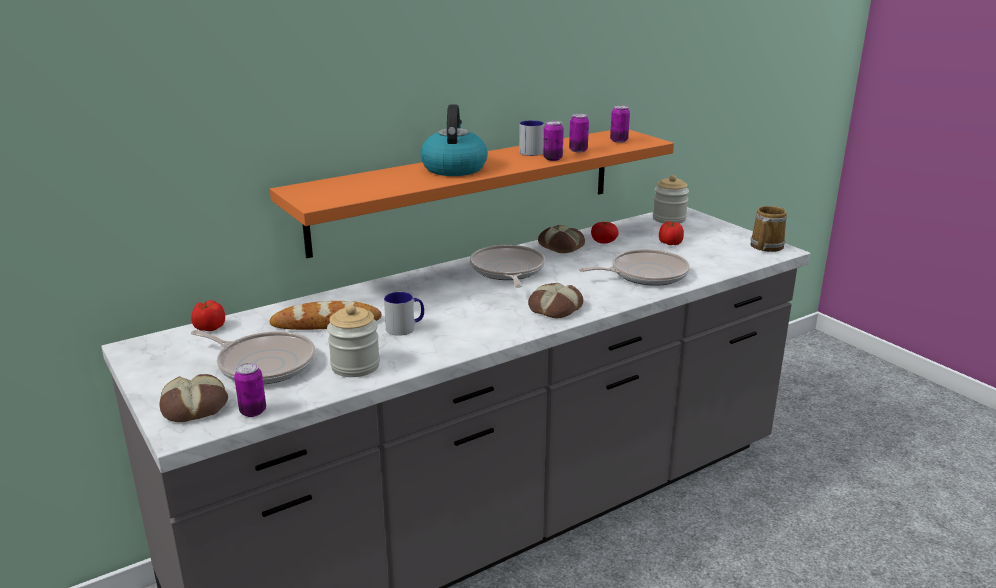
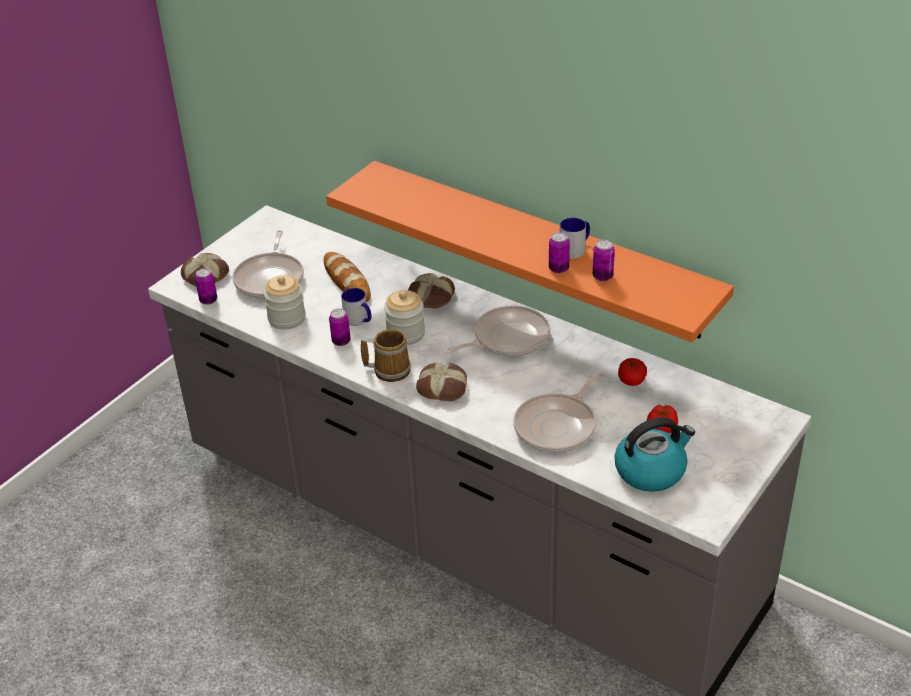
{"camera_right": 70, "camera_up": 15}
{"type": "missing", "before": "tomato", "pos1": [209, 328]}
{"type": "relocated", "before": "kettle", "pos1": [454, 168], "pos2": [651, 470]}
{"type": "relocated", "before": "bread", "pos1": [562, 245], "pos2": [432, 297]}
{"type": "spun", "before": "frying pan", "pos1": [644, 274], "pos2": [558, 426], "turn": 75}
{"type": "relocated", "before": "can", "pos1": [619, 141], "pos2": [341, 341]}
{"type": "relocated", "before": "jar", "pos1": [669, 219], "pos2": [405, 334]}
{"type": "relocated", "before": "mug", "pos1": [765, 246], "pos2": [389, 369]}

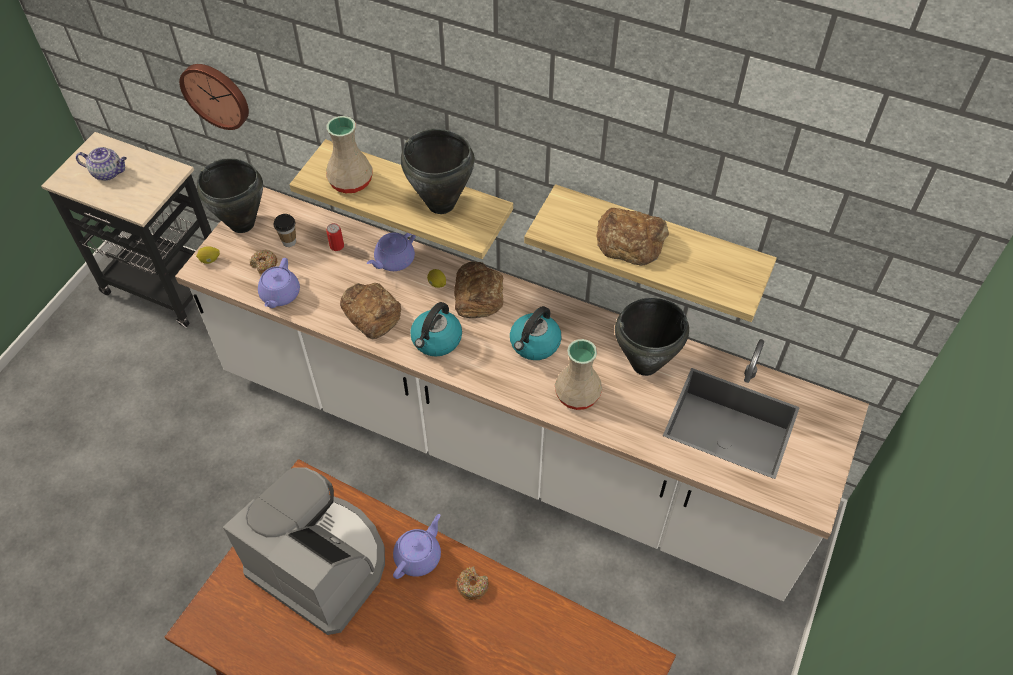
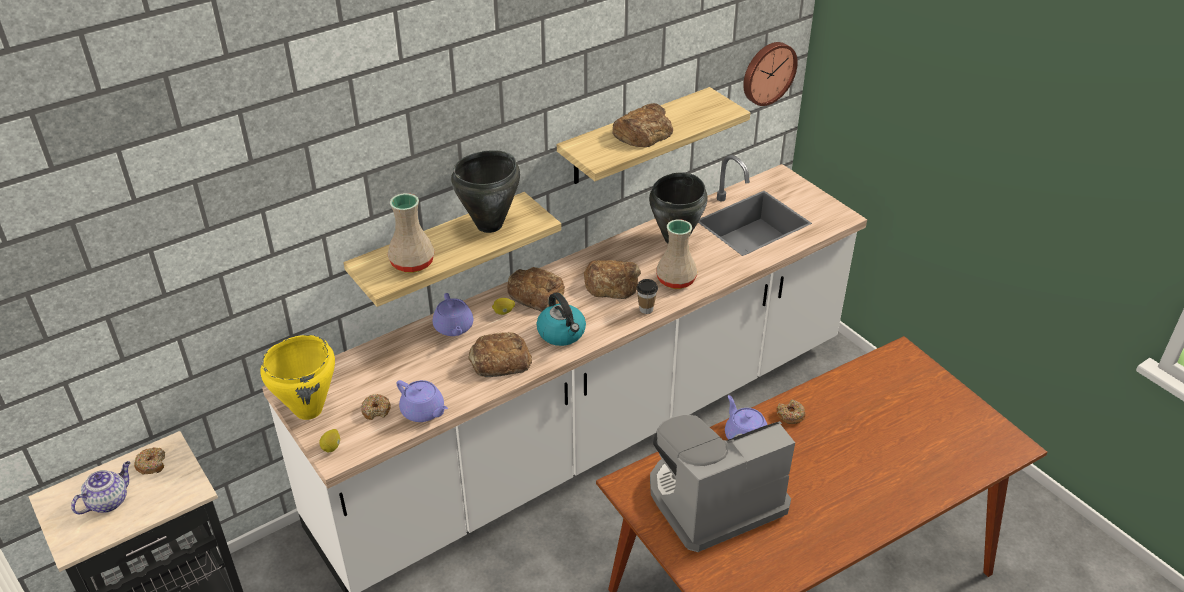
{"camera_right": -60, "camera_up": -15}
{"type": "relocated", "before": "wall clock", "pos1": [216, 94], "pos2": [767, 72]}
{"type": "colour", "before": "cooking pot in black", "after": "cooking pot in yellow", "pos1": [242, 224], "pos2": [309, 410]}
{"type": "relocated", "before": "cup", "pos1": [289, 242], "pos2": [646, 309]}
{"type": "missing", "before": "can", "pos1": [337, 246]}
{"type": "exchanged", "before": "kettle", "after": "bread", "pos1": [534, 344], "pos2": [611, 283]}
{"type": "appeared", "after": "donut", "pos2": [152, 464]}

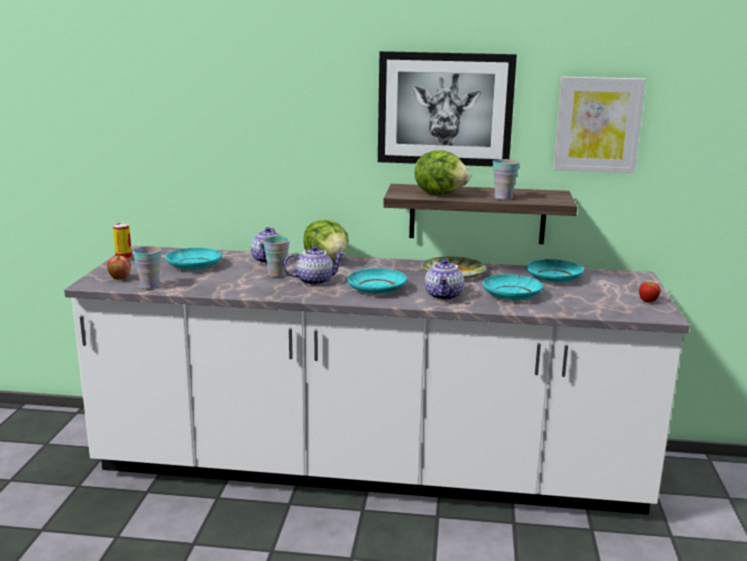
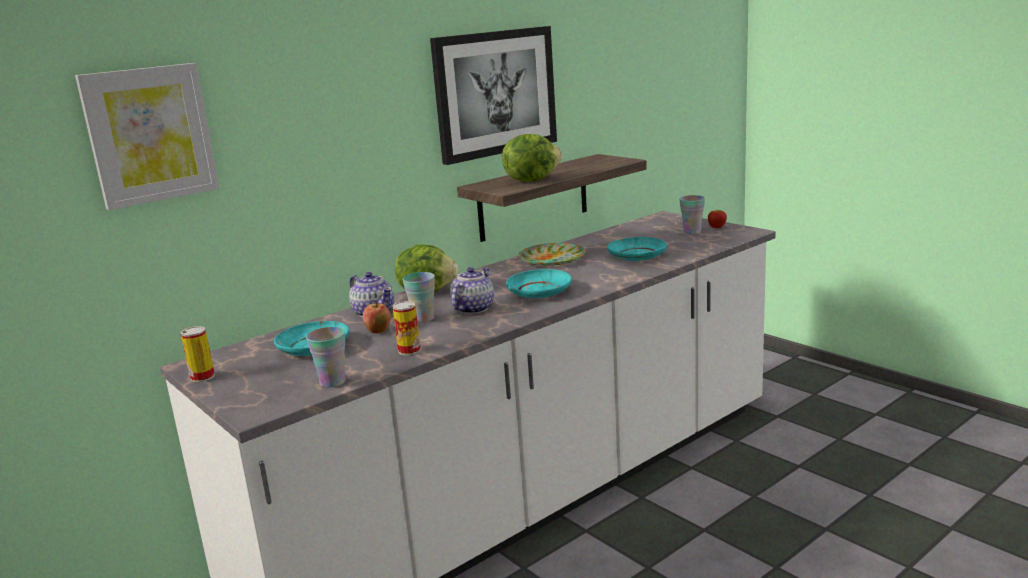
{"camera_right": -45, "camera_up": 0}
{"type": "relocated", "before": "apple", "pos1": [120, 278], "pos2": [378, 331]}
{"type": "missing", "before": "teapot", "pos1": [444, 296]}
{"type": "relocated", "before": "cup", "pos1": [503, 198], "pos2": [692, 232]}
{"type": "missing", "before": "plate in turquoise", "pos1": [553, 278]}
{"type": "relocated", "before": "picture", "pos1": [597, 124], "pos2": [150, 134]}
{"type": "appeared", "after": "can", "pos2": [409, 350]}

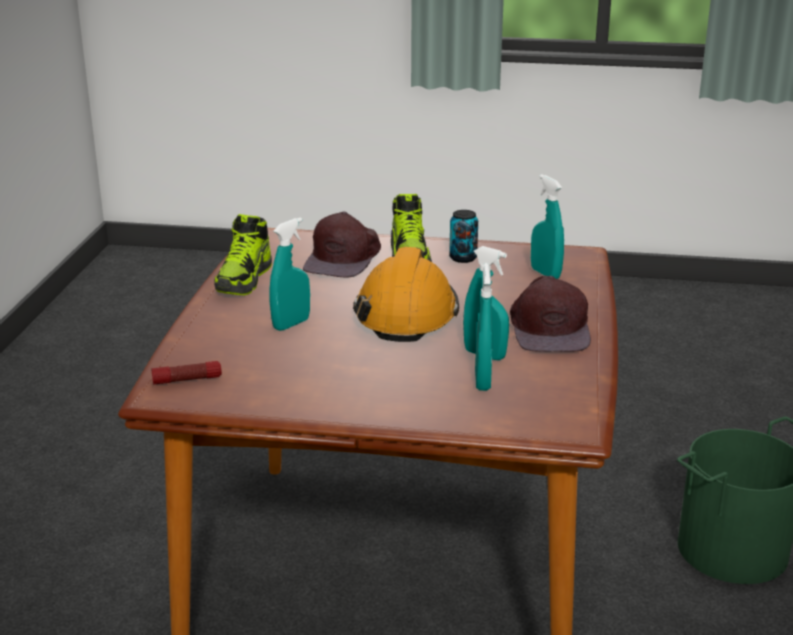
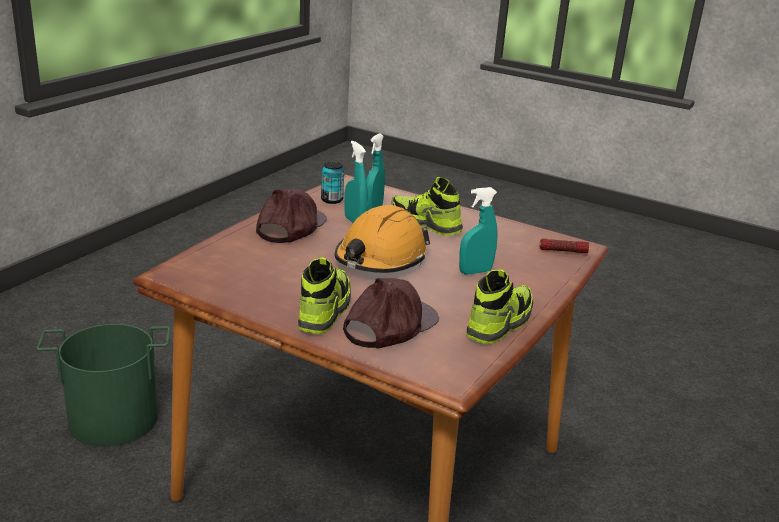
{"camera_right": -160, "camera_up": 0}
{"type": "relocated", "before": "can", "pos1": [463, 258], "pos2": [332, 200]}
{"type": "missing", "before": "spray bottle in turquoise", "pos1": [545, 273]}
{"type": "appeared", "after": "shoe", "pos2": [425, 223]}

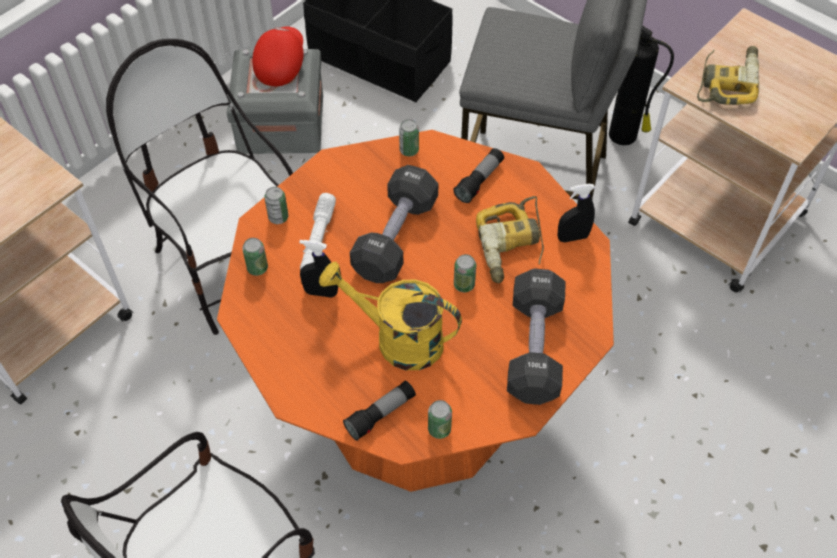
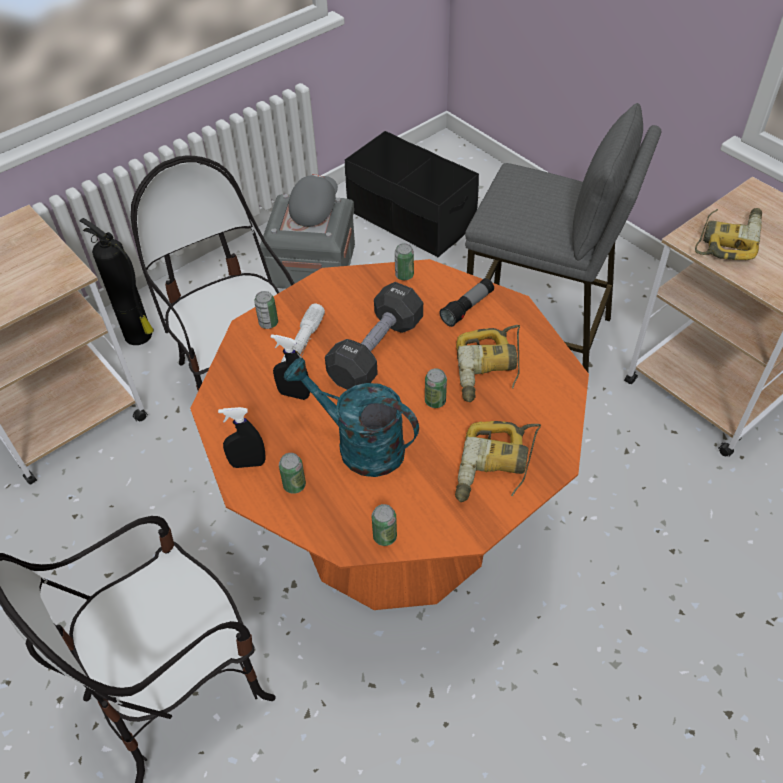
{"camera_right": 10, "camera_up": -5}
{"type": "relocated", "before": "can", "pos1": [257, 268], "pos2": [294, 485]}
{"type": "colour", "before": "cap in red", "after": "cap in grey", "pos1": [280, 64], "pos2": [314, 208]}
{"type": "colour", "before": "watering can in yellow", "after": "watering can in turquoise", "pos1": [397, 339], "pos2": [359, 445]}
{"type": "missing", "before": "flashlight", "pos1": [381, 414]}
{"type": "exchanged", "before": "dumbbell in black", "after": "power drill", "pos1": [534, 348], "pos2": [495, 468]}
{"type": "relocated", "before": "spray bottle in black", "pos1": [573, 237], "pos2": [248, 463]}
{"type": "relocated", "before": "fire extinguisher", "pos1": [624, 136], "pos2": [140, 336]}

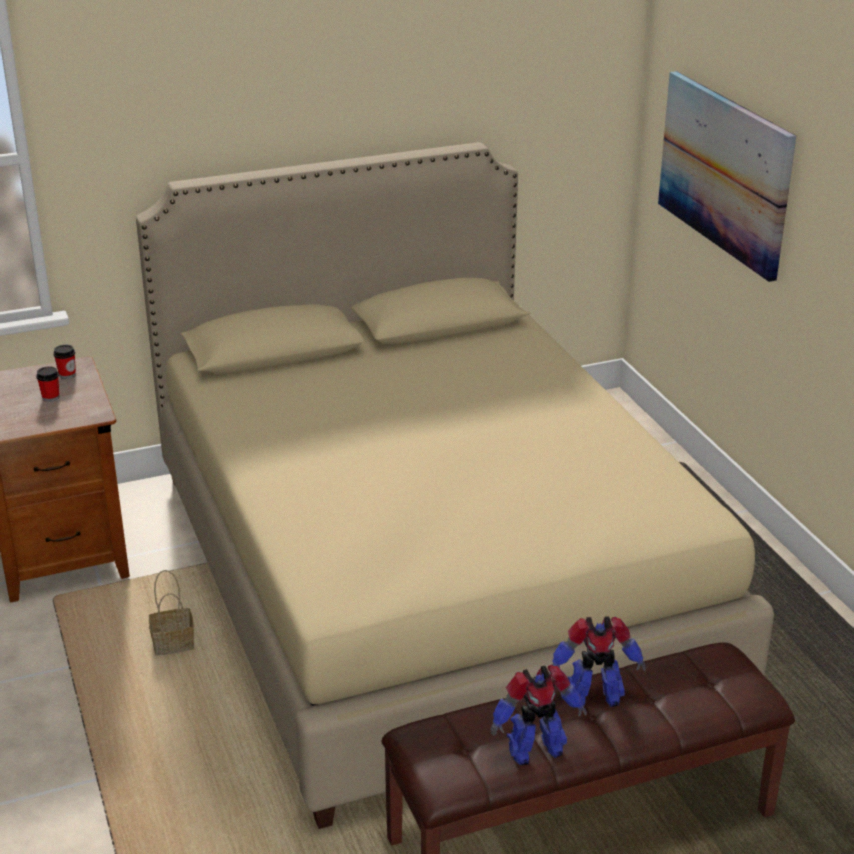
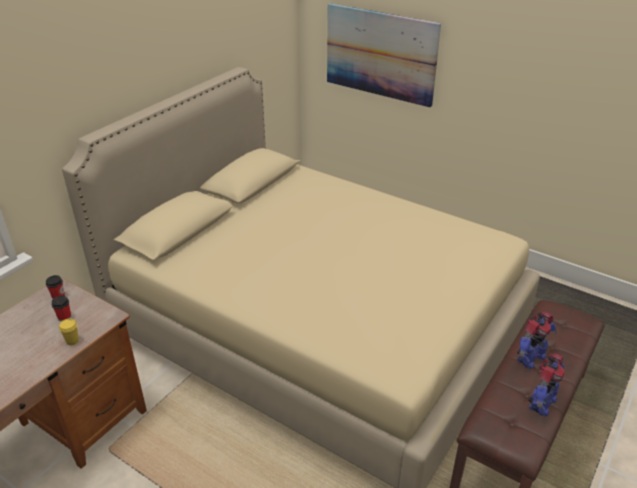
{"camera_right": -35, "camera_up": 5}
{"type": "missing", "before": "basket", "pos1": [175, 644]}
{"type": "appeared", "after": "cup in yellow", "pos2": [72, 341]}

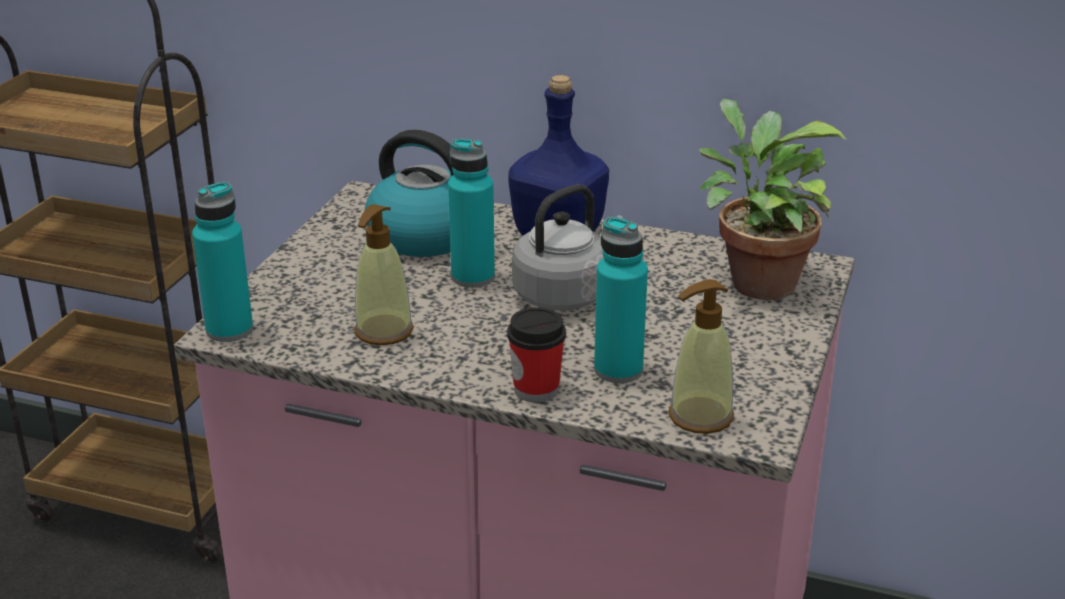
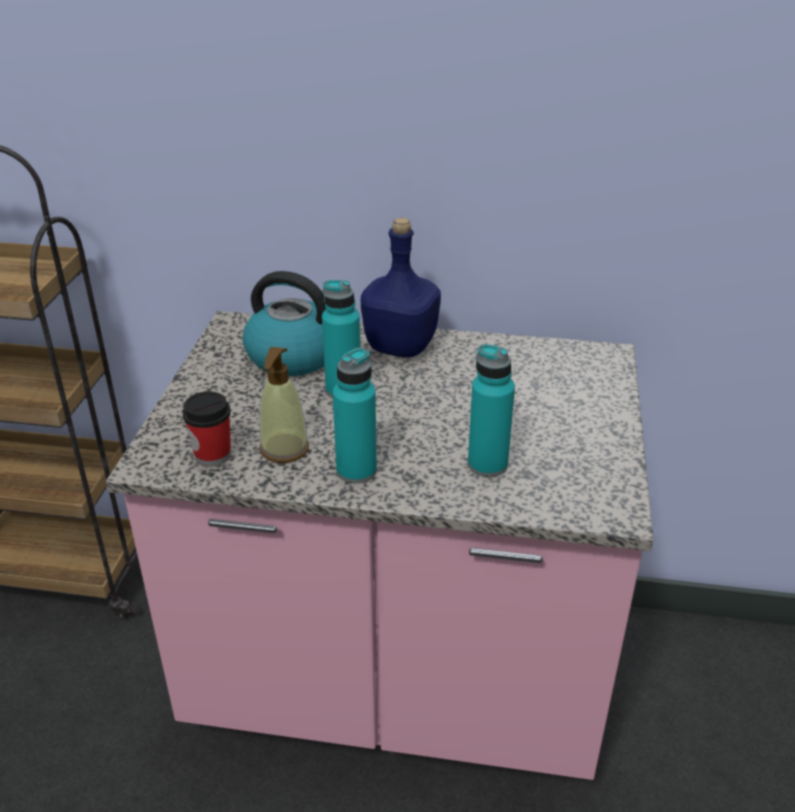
{"camera_right": -10, "camera_up": 5}
{"type": "relocated", "before": "bottle in turquoise", "pos1": [229, 330], "pos2": [356, 470]}
{"type": "relocated", "before": "cup", "pos1": [536, 390], "pos2": [213, 455]}
{"type": "missing", "before": "kettle in grey", "pos1": [565, 294]}
{"type": "missing", "before": "soap dispenser", "pos1": [700, 416]}
{"type": "missing", "before": "potted plant", "pos1": [755, 281]}

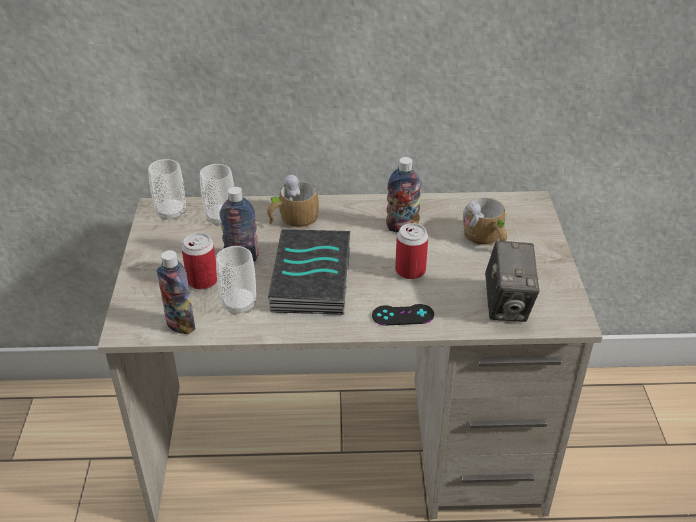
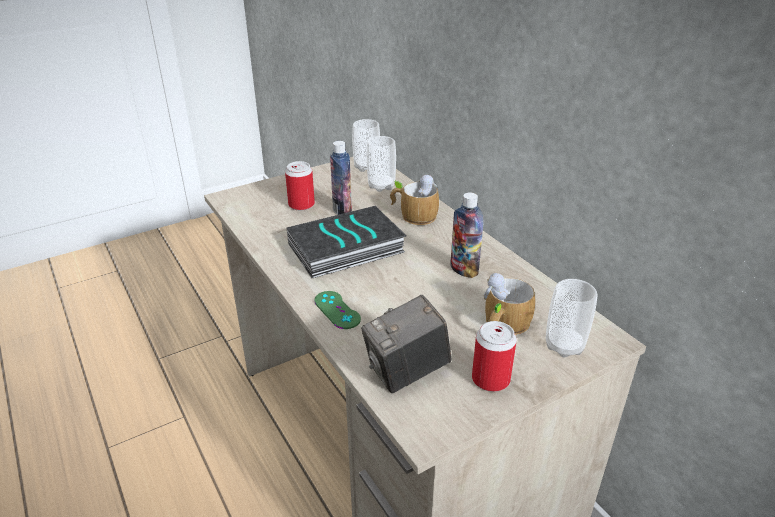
{"camera_right": 60, "camera_up": -5}
{"type": "missing", "before": "bottle", "pos1": [180, 325]}
{"type": "relocated", "before": "cup", "pos1": [239, 304], "pos2": [564, 346]}
{"type": "colour", "before": "game controller in black", "after": "game controller in green", "pos1": [403, 315], "pos2": [337, 310]}
{"type": "relocated", "before": "can", "pos1": [410, 270], "pos2": [490, 379]}

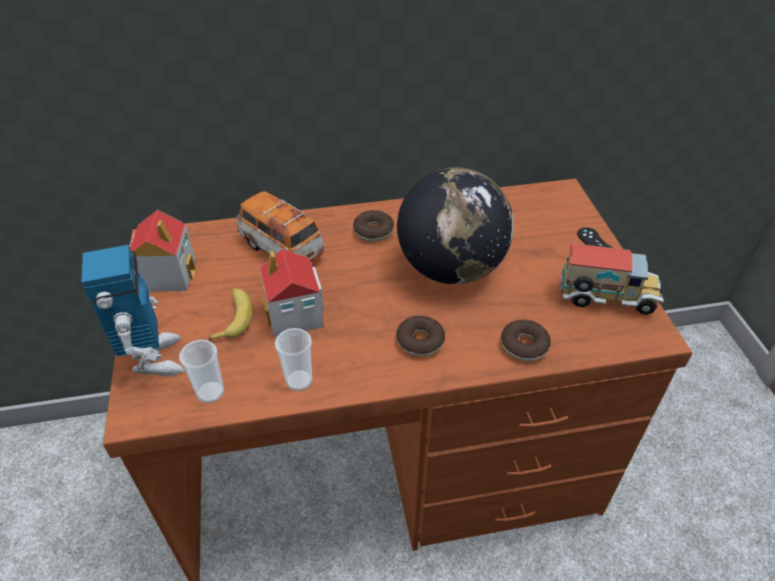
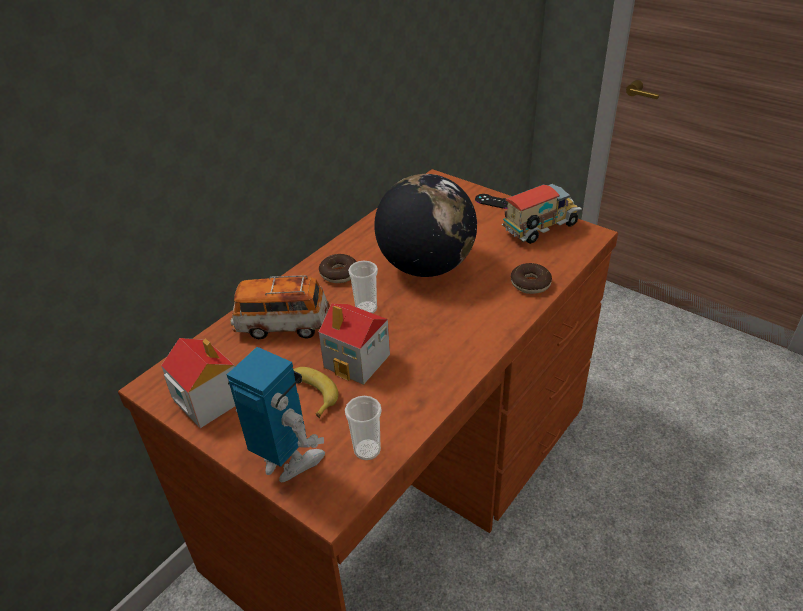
{"camera_right": -40, "camera_up": -5}
{"type": "relocated", "before": "cup", "pos1": [299, 381], "pos2": [366, 308]}
{"type": "missing", "before": "donut", "pos1": [420, 341]}

